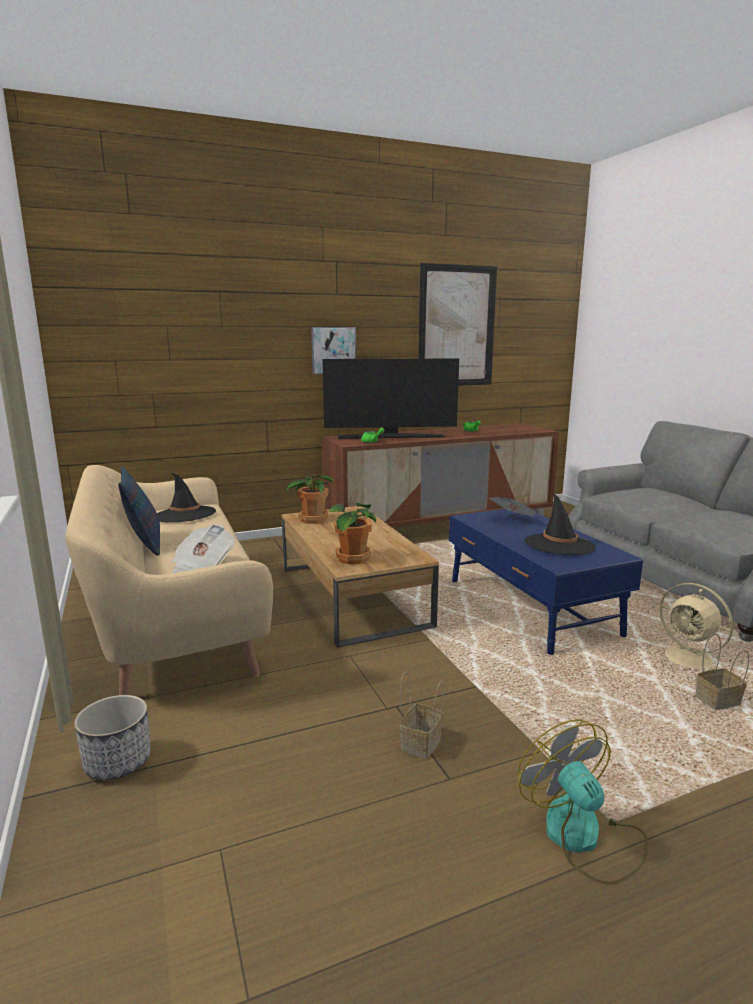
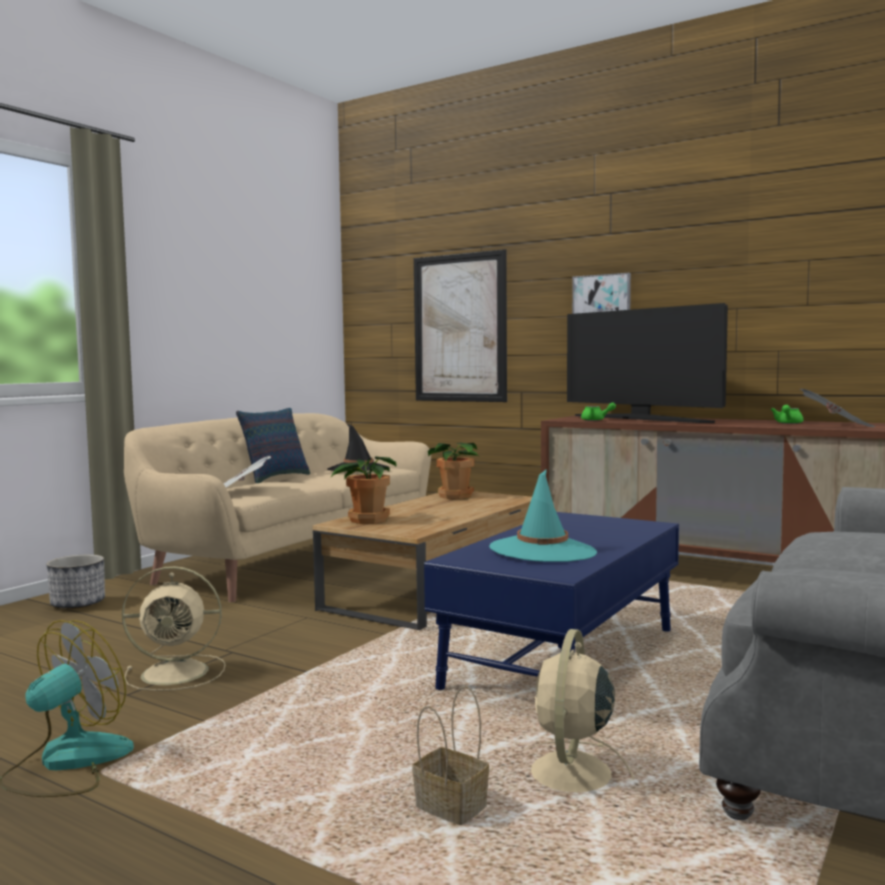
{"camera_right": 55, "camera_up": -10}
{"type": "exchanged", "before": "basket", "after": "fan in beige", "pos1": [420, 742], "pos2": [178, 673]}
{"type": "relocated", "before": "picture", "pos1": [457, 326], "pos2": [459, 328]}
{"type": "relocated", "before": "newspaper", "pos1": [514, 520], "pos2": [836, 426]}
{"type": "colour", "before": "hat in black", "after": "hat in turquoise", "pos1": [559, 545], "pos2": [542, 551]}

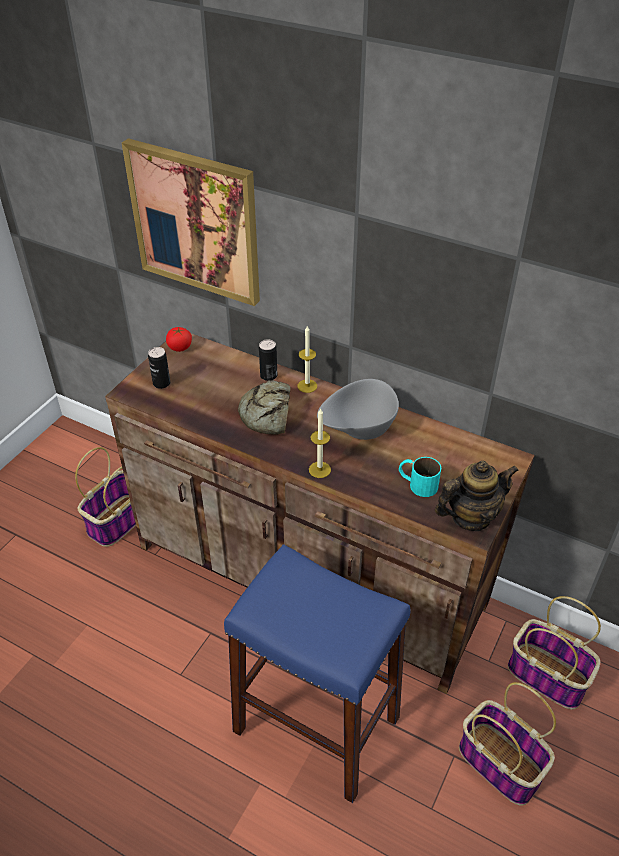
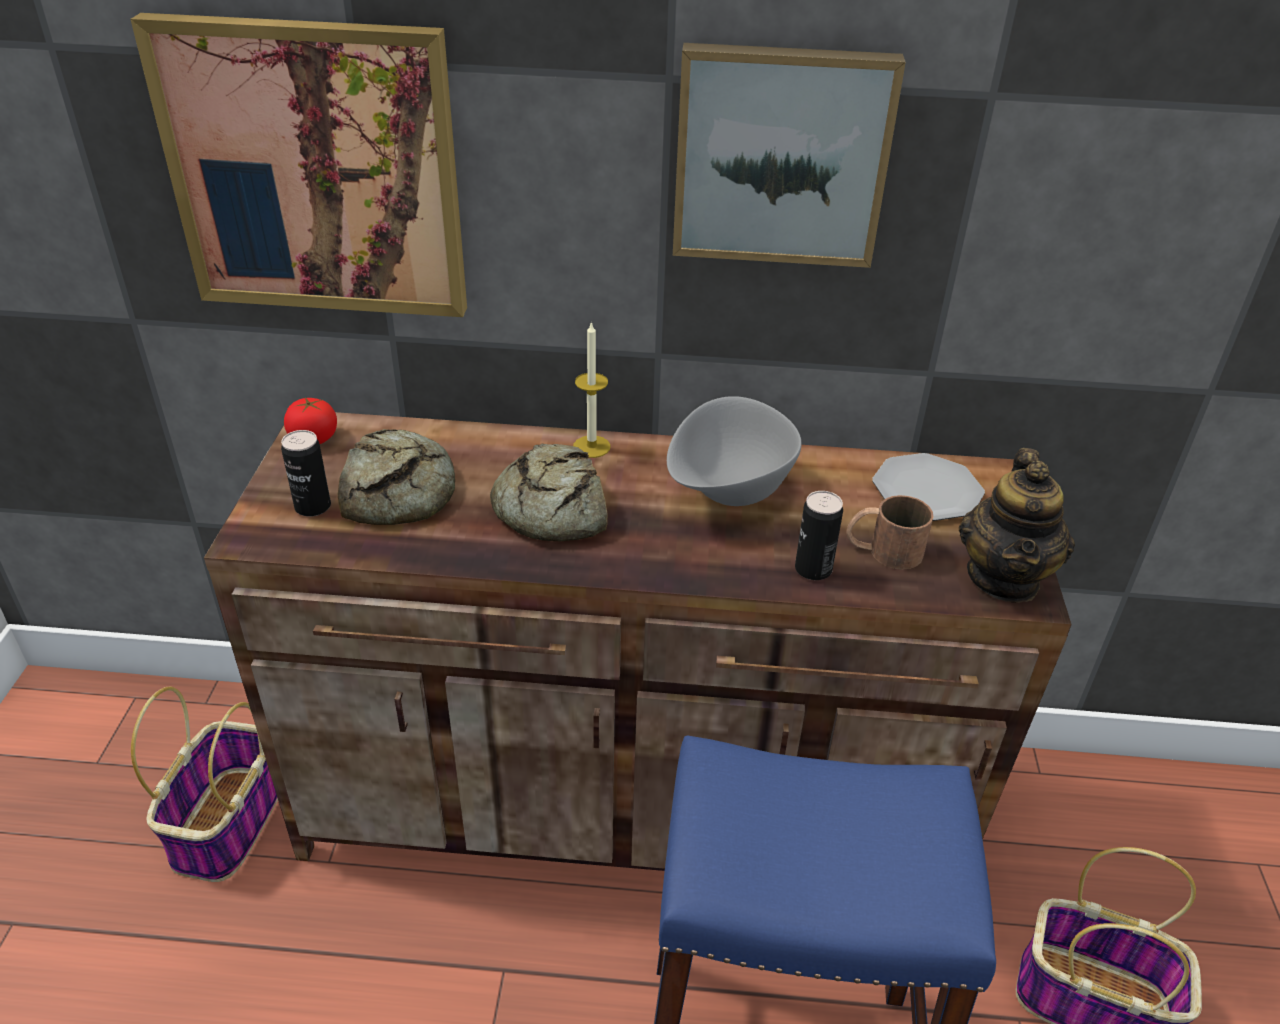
{"camera_right": -25, "camera_up": -5}
{"type": "relocated", "before": "can", "pos1": [268, 376], "pos2": [813, 569]}
{"type": "missing", "before": "candle", "pos1": [319, 469]}
{"type": "colour", "before": "mug in turquoise", "after": "mug in brown", "pos1": [417, 483], "pos2": [883, 550]}
{"type": "spun", "before": "teapot", "pos1": [470, 516], "pos2": [1004, 578], "turn": 150}
{"type": "missing", "before": "basket", "pos1": [548, 676]}
{"type": "appeared", "after": "bread", "pos2": [401, 489]}
{"type": "appeared", "after": "picture", "pos2": [781, 155]}
{"type": "appeared", "after": "plate", "pos2": [927, 490]}

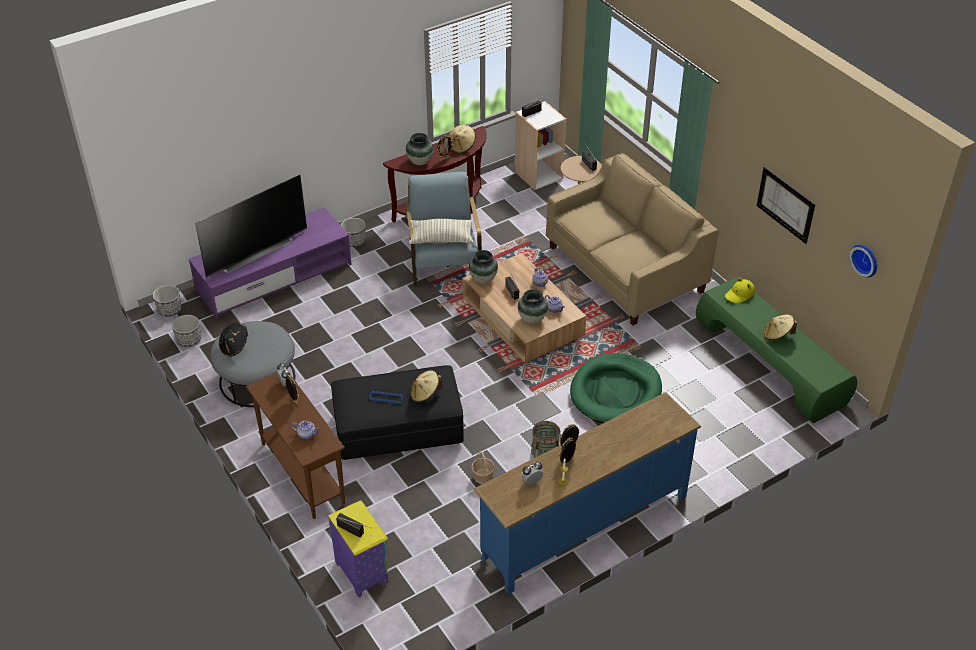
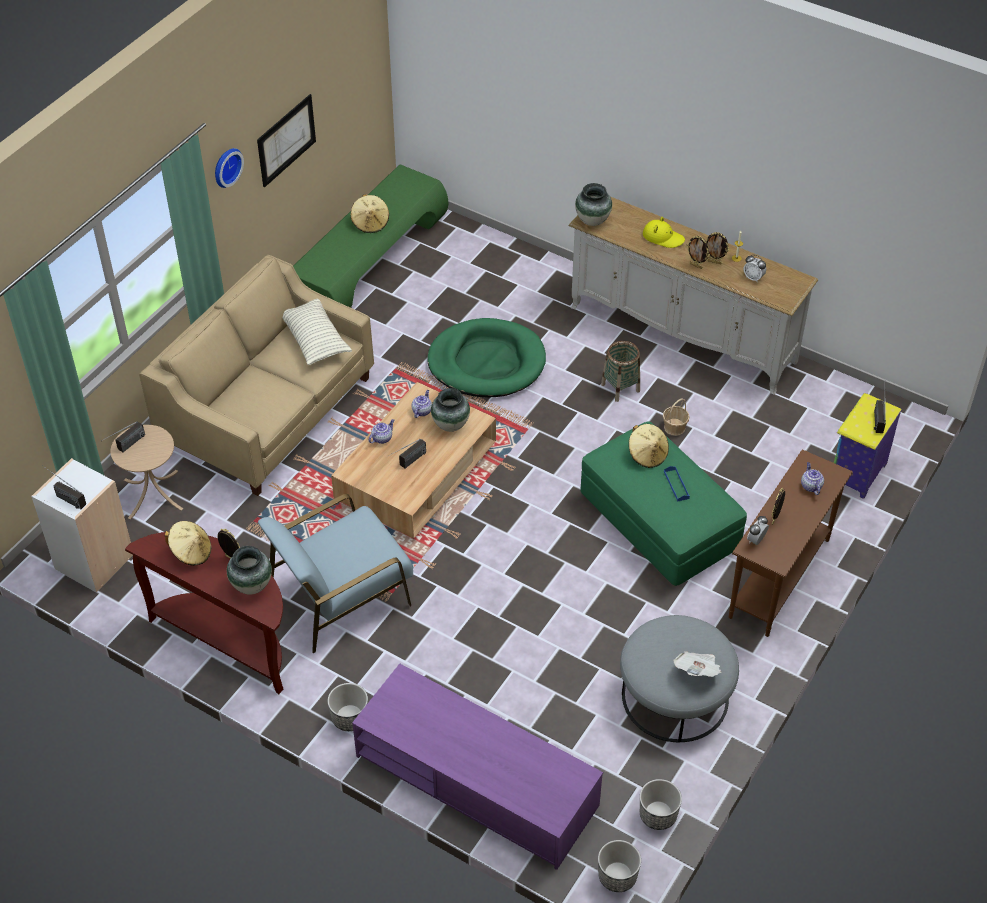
{"camera_right": -115, "camera_up": 5}
{"type": "missing", "before": "television", "pos1": [255, 252]}
{"type": "exchanged", "before": "hat in black", "after": "newspaper", "pos1": [234, 347], "pos2": [697, 671]}
{"type": "colour", "before": "ottoman in black", "after": "ottoman in green", "pos1": [398, 429], "pos2": [659, 522]}
{"type": "relocated", "before": "pillow", "pos1": [441, 239], "pos2": [315, 339]}
{"type": "relocated", "before": "vase", "pos1": [483, 279], "pos2": [593, 220]}
{"type": "colour", "before": "cabinet in blue", "after": "cabinet in grey", "pos1": [584, 526], "pos2": [681, 335]}
{"type": "relocated", "before": "hat in yellow", "pos1": [739, 294], "pos2": [663, 237]}
{"type": "relocated", "before": "wall clock", "pos1": [866, 259], "pos2": [226, 166]}

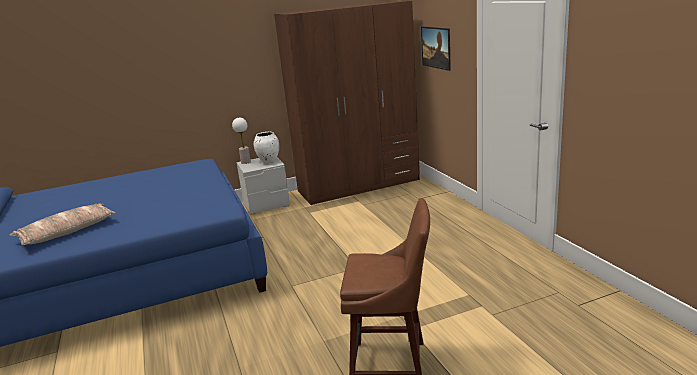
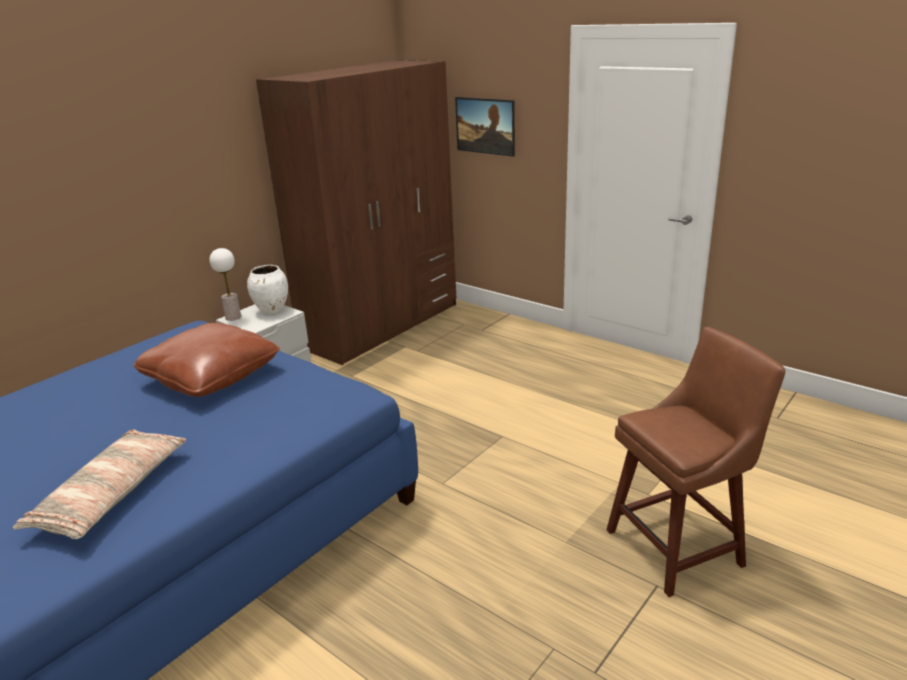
{"camera_right": -30, "camera_up": 5}
{"type": "appeared", "after": "pillow in brown", "pos2": [212, 377]}

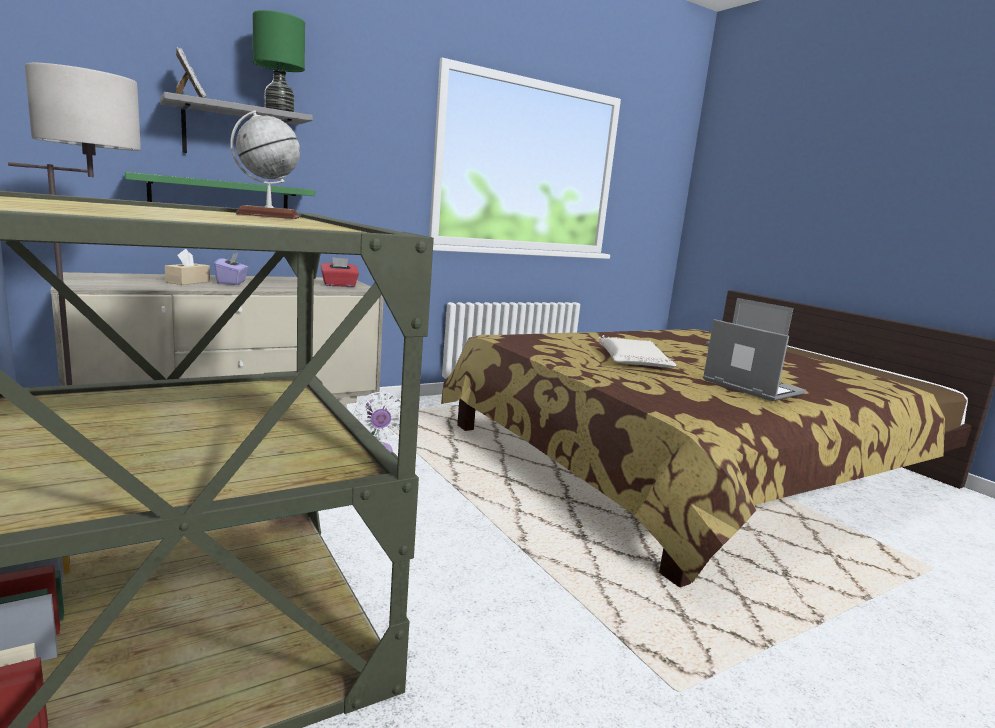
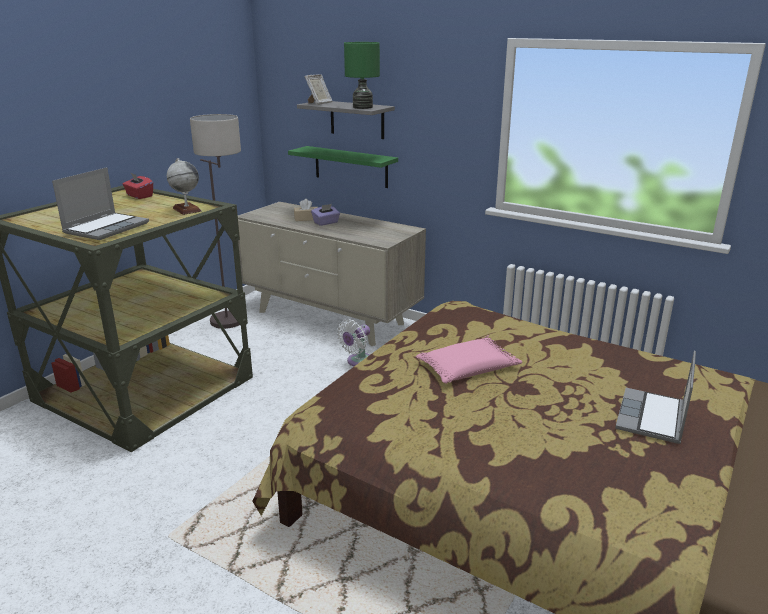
{"camera_right": 65, "camera_up": 10}
{"type": "relocated", "before": "tissue box in red", "pos1": [339, 285], "pos2": [139, 196]}
{"type": "colour", "before": "pillow in white", "after": "pillow in pink", "pos1": [633, 359], "pos2": [467, 366]}
{"type": "relocated", "before": "laptop", "pos1": [750, 387], "pos2": [106, 228]}

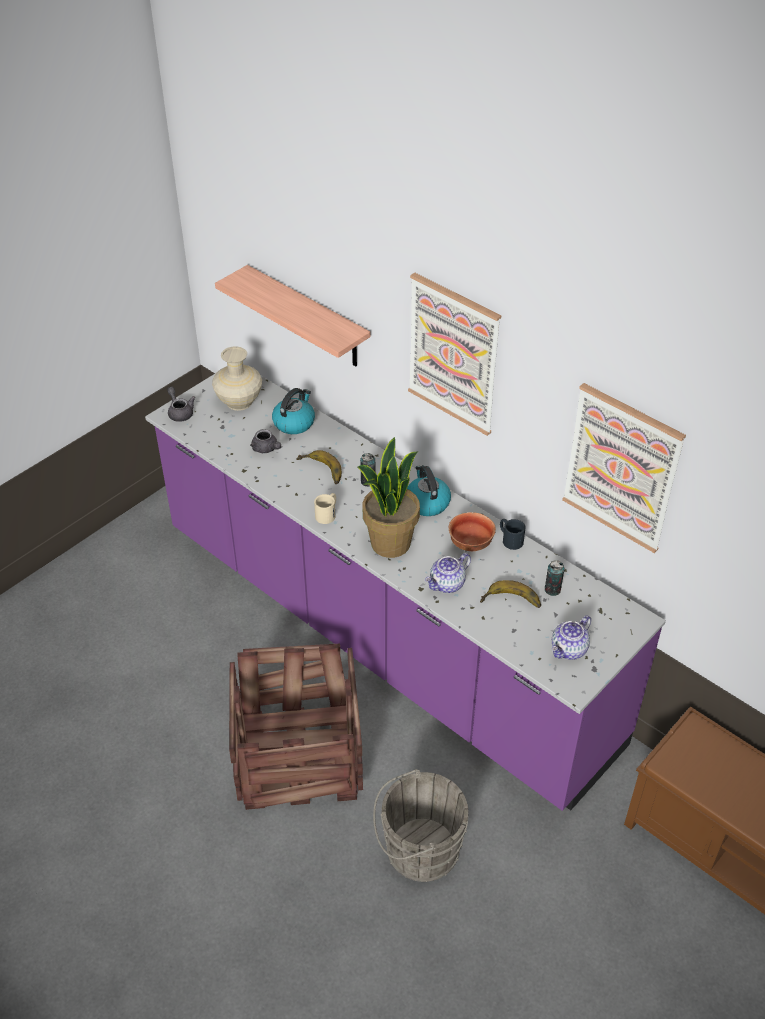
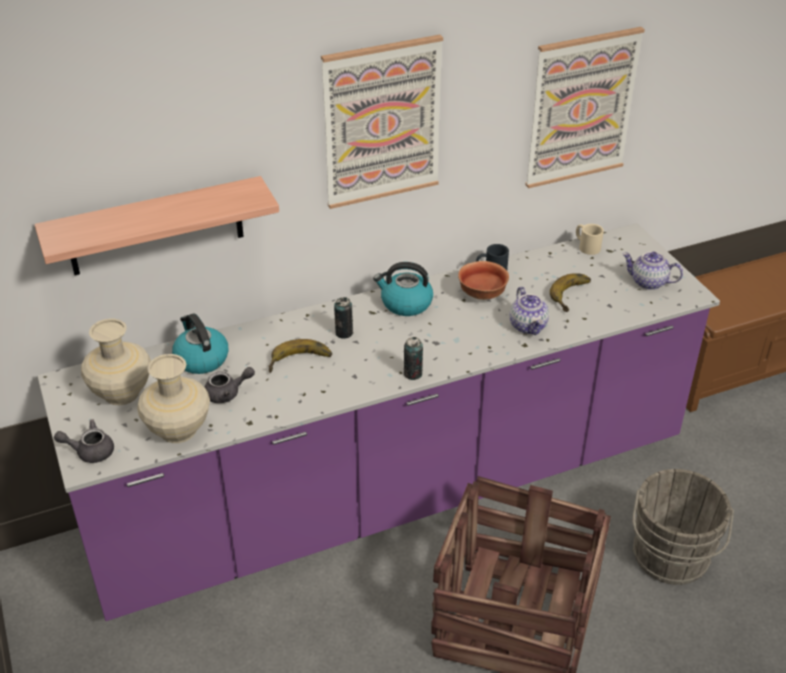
{"camera_right": -65, "camera_up": -5}
{"type": "relocated", "before": "mug in beige", "pos1": [327, 513], "pos2": [586, 246]}
{"type": "missing", "before": "potted plant", "pos1": [390, 543]}
{"type": "relocated", "before": "can", "pos1": [552, 590], "pos2": [413, 374]}
{"type": "spun", "before": "teapot", "pos1": [569, 650], "pos2": [648, 282], "turn": 135}
{"type": "appeared", "after": "vase in beige", "pos2": [177, 431]}

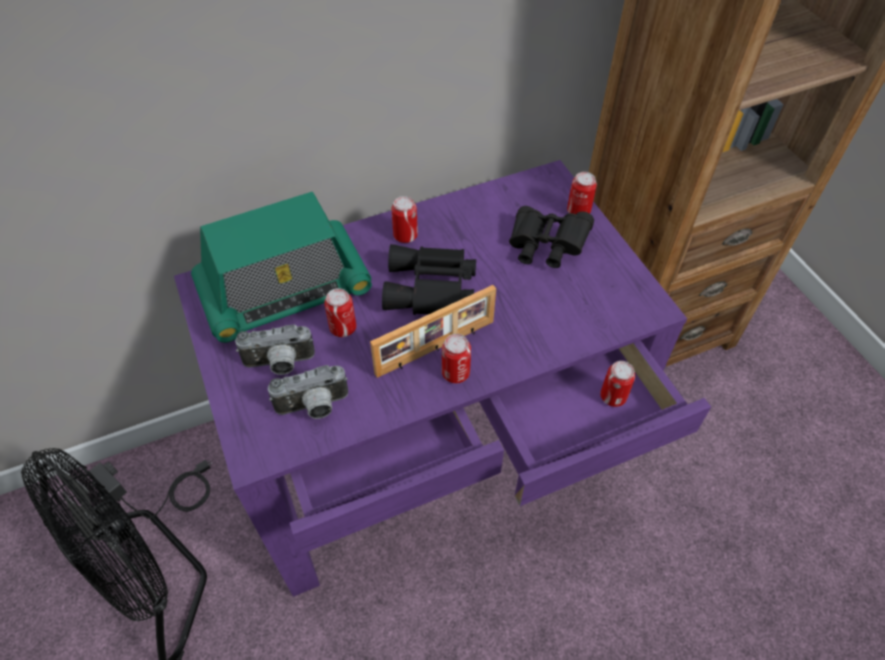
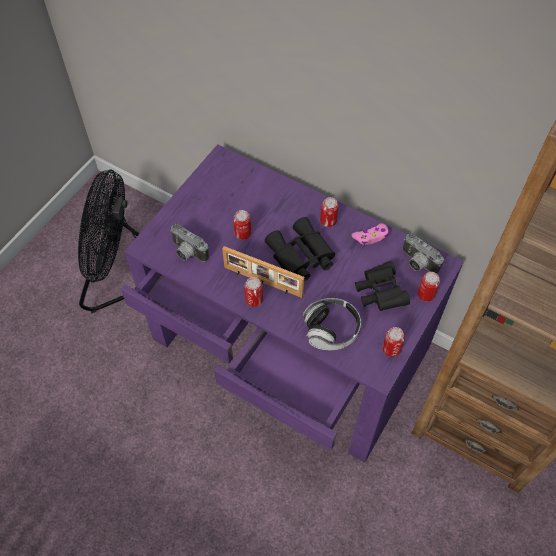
{"camera_right": 55, "camera_up": 5}
{"type": "missing", "before": "radio", "pos1": [285, 290]}
{"type": "relocated", "before": "photo camera", "pos1": [279, 364], "pos2": [417, 263]}
{"type": "relocated", "before": "can", "pos1": [613, 396], "pos2": [391, 349]}
{"type": "appeared", "after": "headphones", "pos2": [331, 330]}
{"type": "appeared", "after": "game controller in pink", "pos2": [371, 237]}

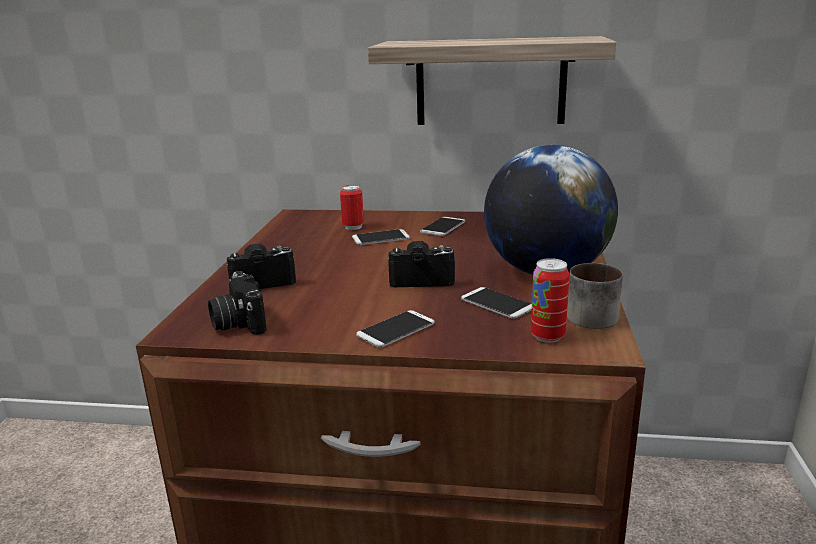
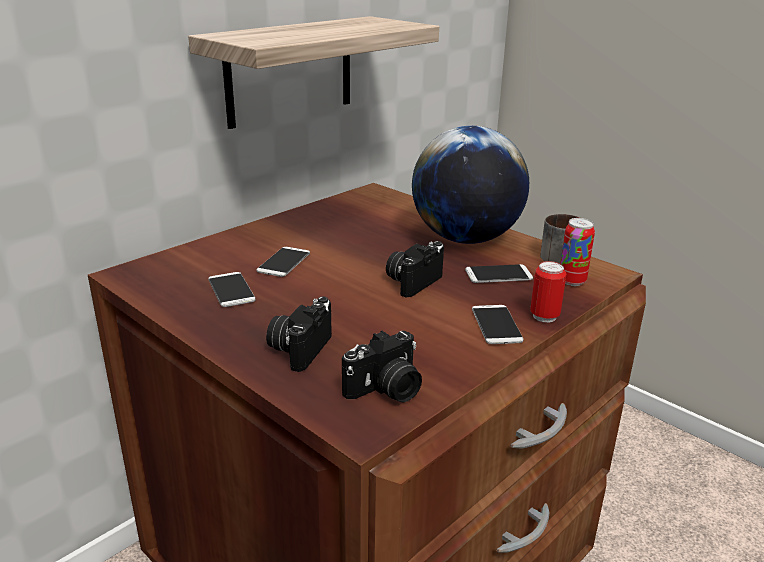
{"camera_right": -55, "camera_up": 5}
{"type": "spun", "before": "photo camera", "pos1": [238, 323], "pos2": [386, 390], "turn": -45}
{"type": "relocated", "before": "can", "pos1": [353, 227], "pos2": [544, 316]}
{"type": "relocated", "before": "phone", "pos1": [443, 227], "pos2": [231, 290]}

